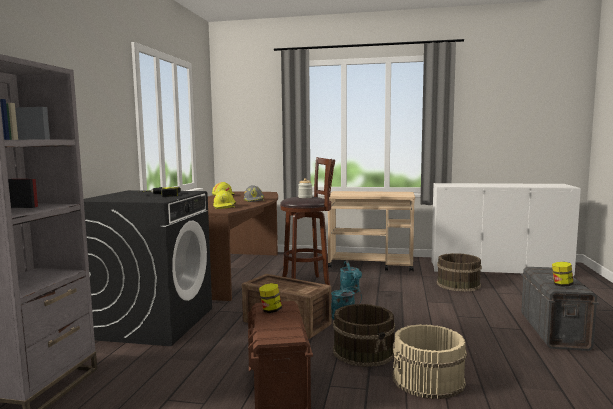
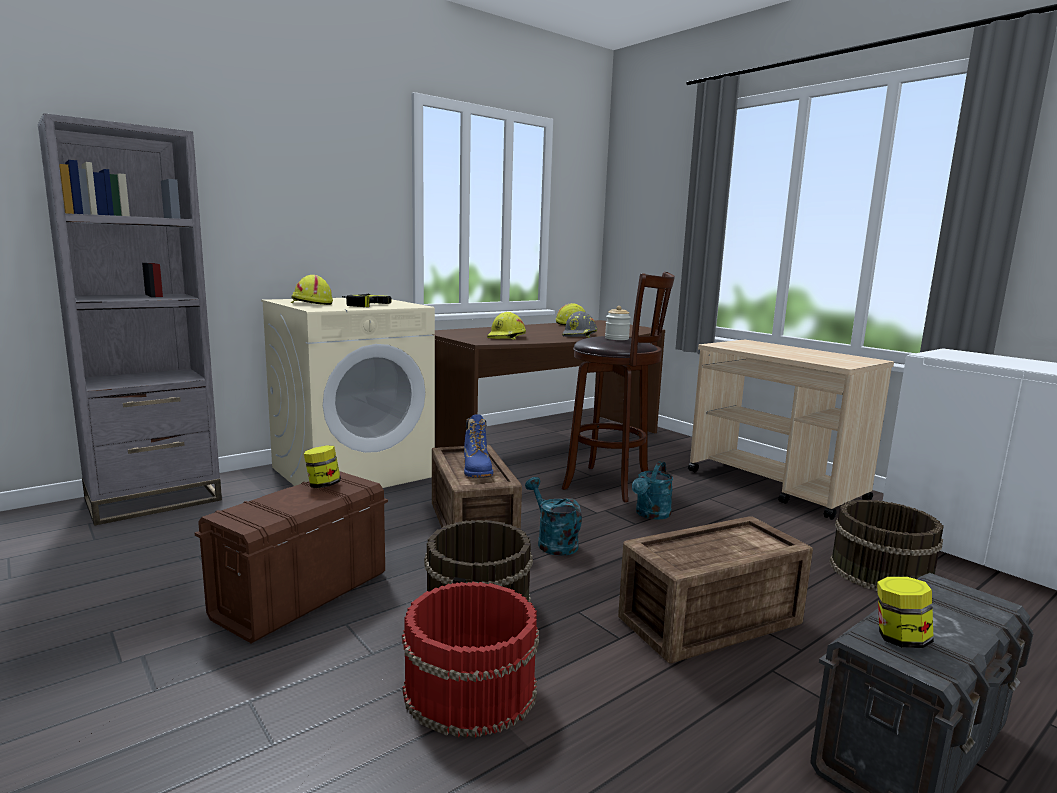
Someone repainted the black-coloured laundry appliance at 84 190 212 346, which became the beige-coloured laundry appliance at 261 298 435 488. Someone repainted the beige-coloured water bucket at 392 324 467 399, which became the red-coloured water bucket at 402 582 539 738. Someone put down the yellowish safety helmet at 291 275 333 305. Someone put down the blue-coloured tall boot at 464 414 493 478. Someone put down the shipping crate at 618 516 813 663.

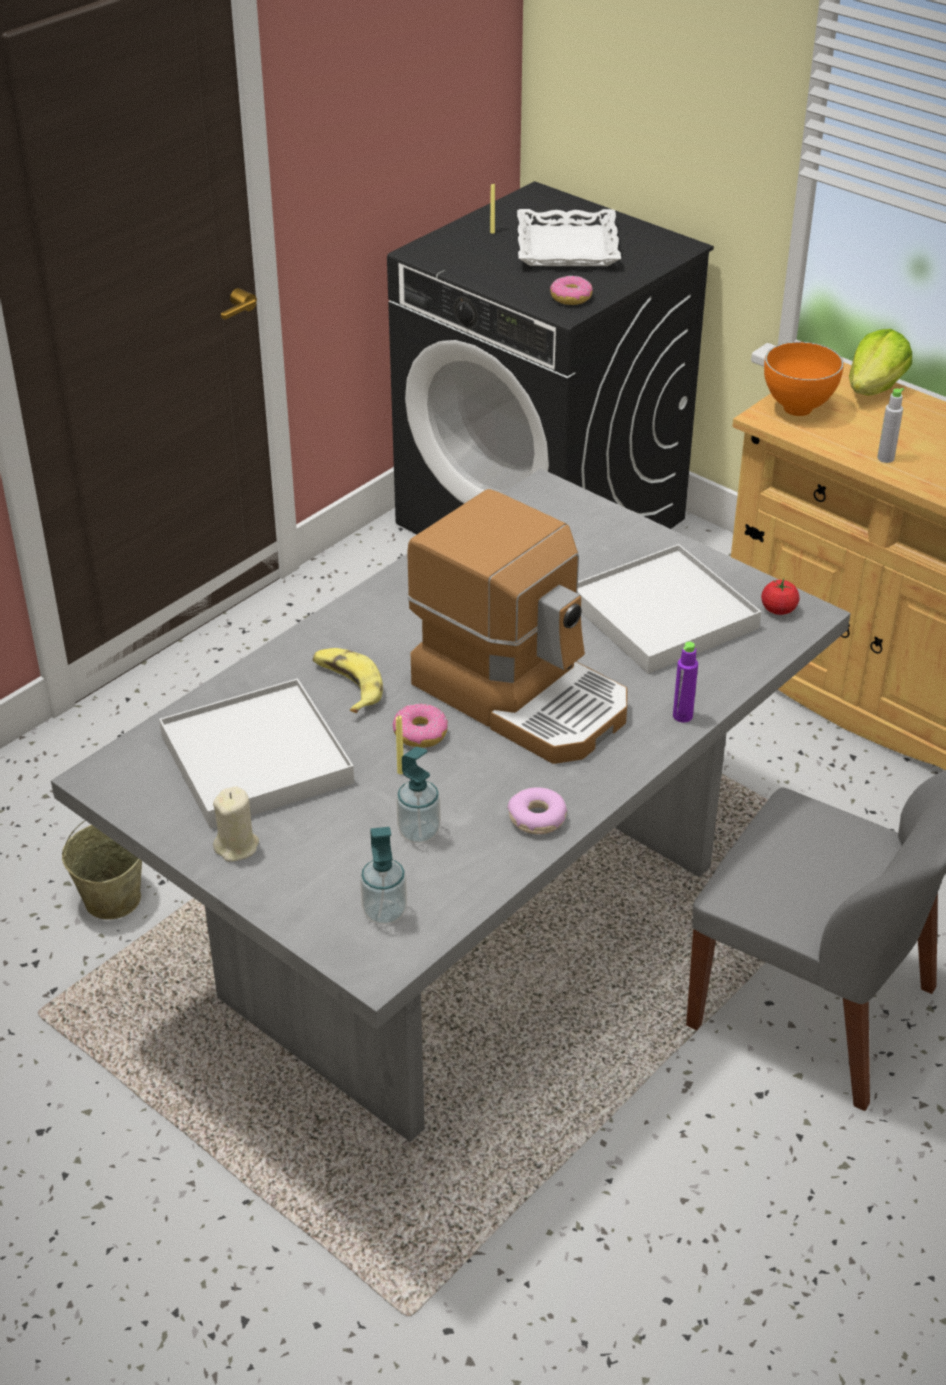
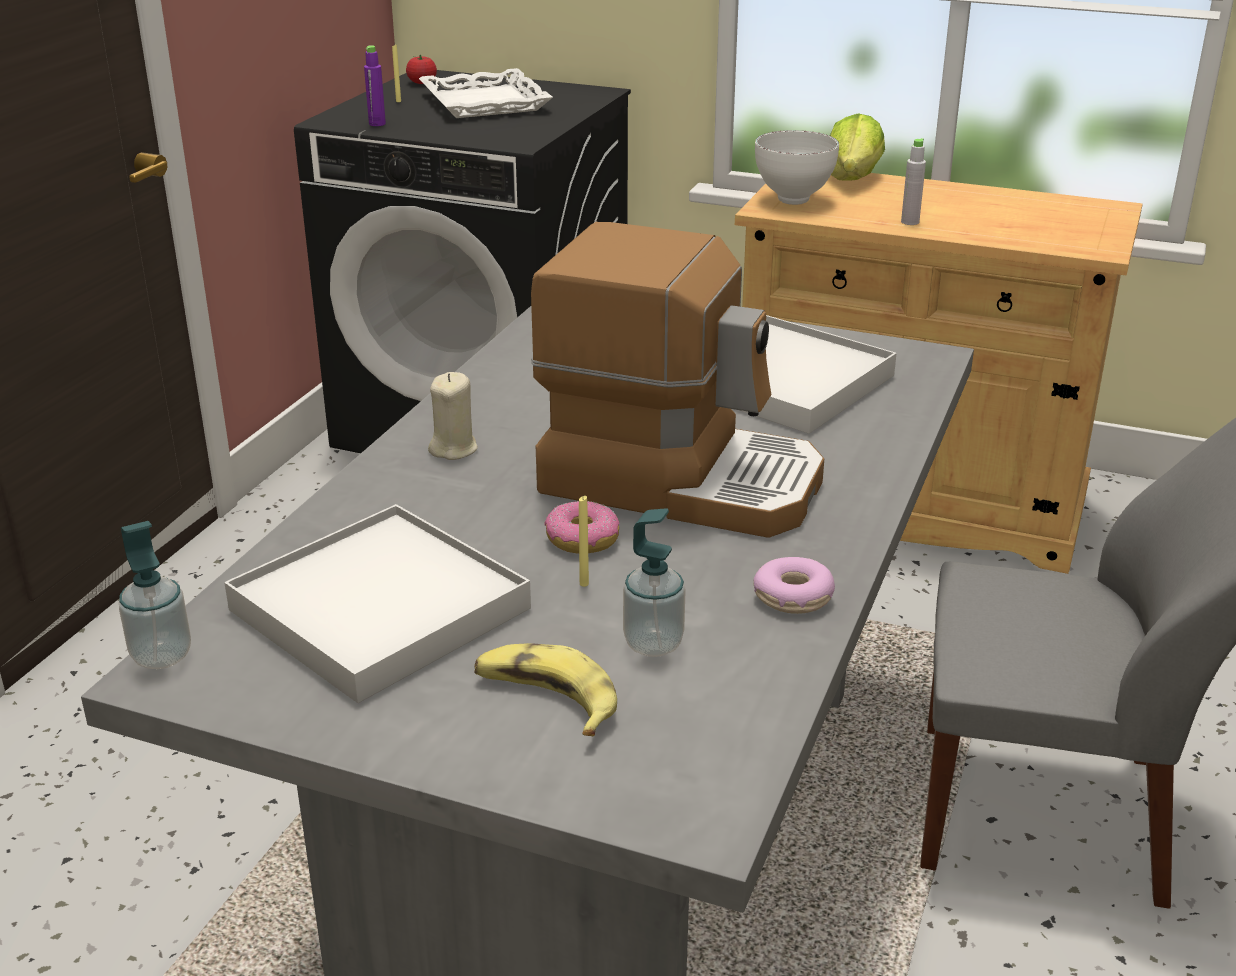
Someone took away the donut at 550 276 593 305. Someone repainted the orange bowl at 764 342 844 416, which became the whitish bowl at 755 130 839 205. Someone carried the tomato from 761 579 799 615 to 406 55 437 84. Someone carried the purplish bottle from 673 642 698 722 to 364 45 386 126. Someone carried the banana fruit from 313 648 383 713 to 474 643 617 736. Someone carried the beige-coloured wax candle from 213 786 259 862 to 428 372 478 460. Someone took away the beige-coloured water bucket at 62 820 142 920. Someone carried the liquid soap bottle from 360 827 407 924 to 119 521 191 669.

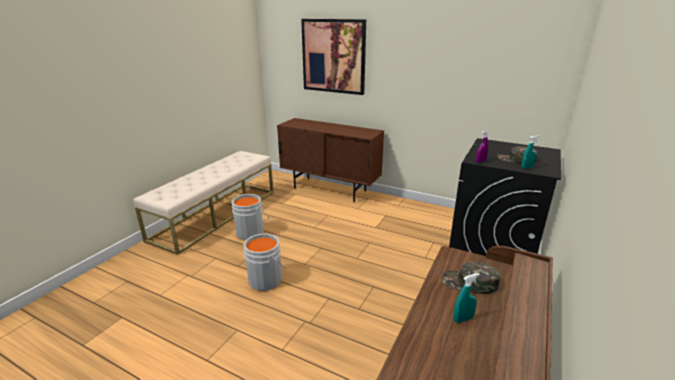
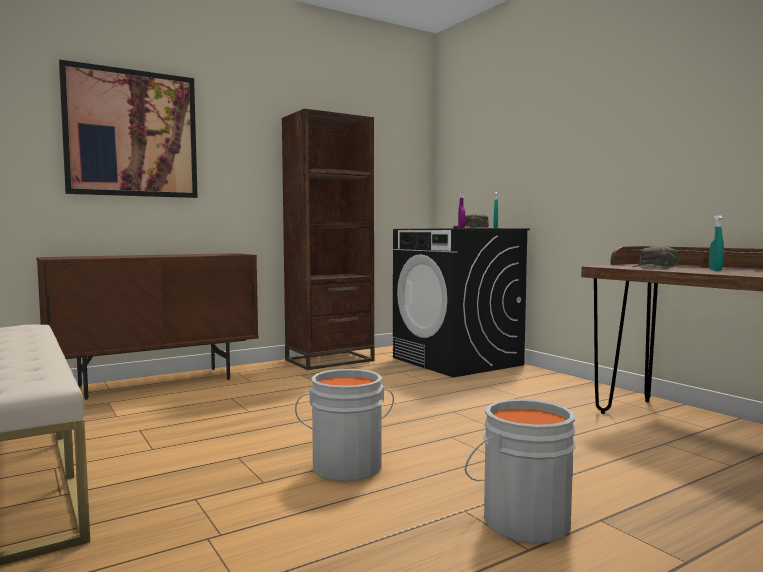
Someone carried the gray water bucket from 232 194 269 240 to 465 399 576 544. Someone put down the brown-coloured bookcase at 282 109 375 370.

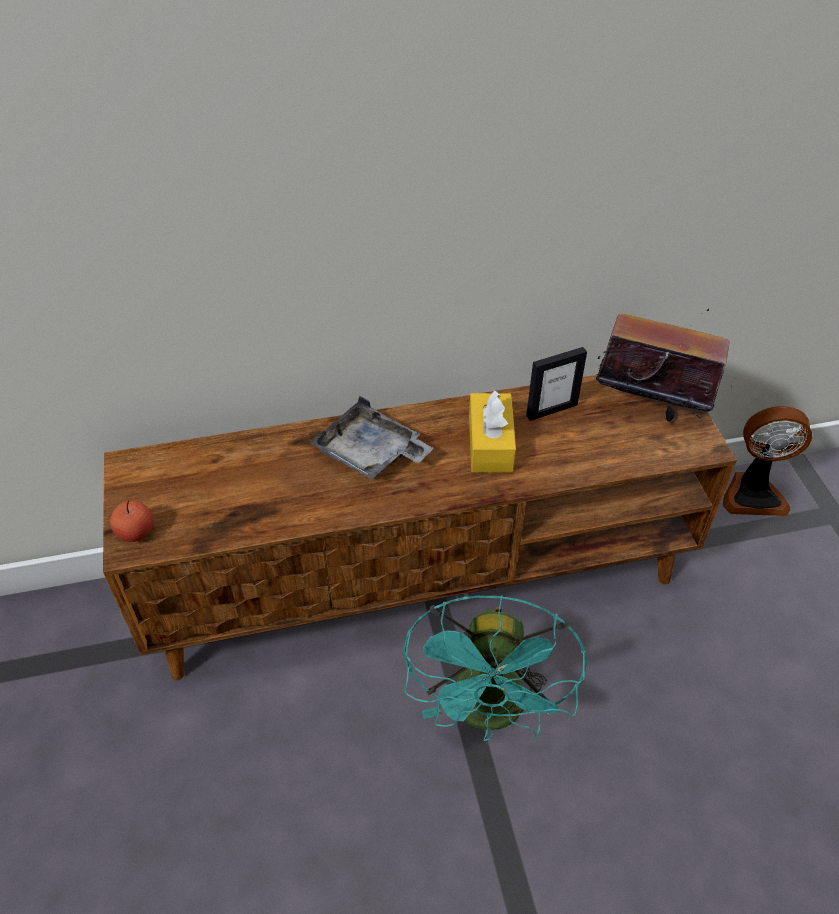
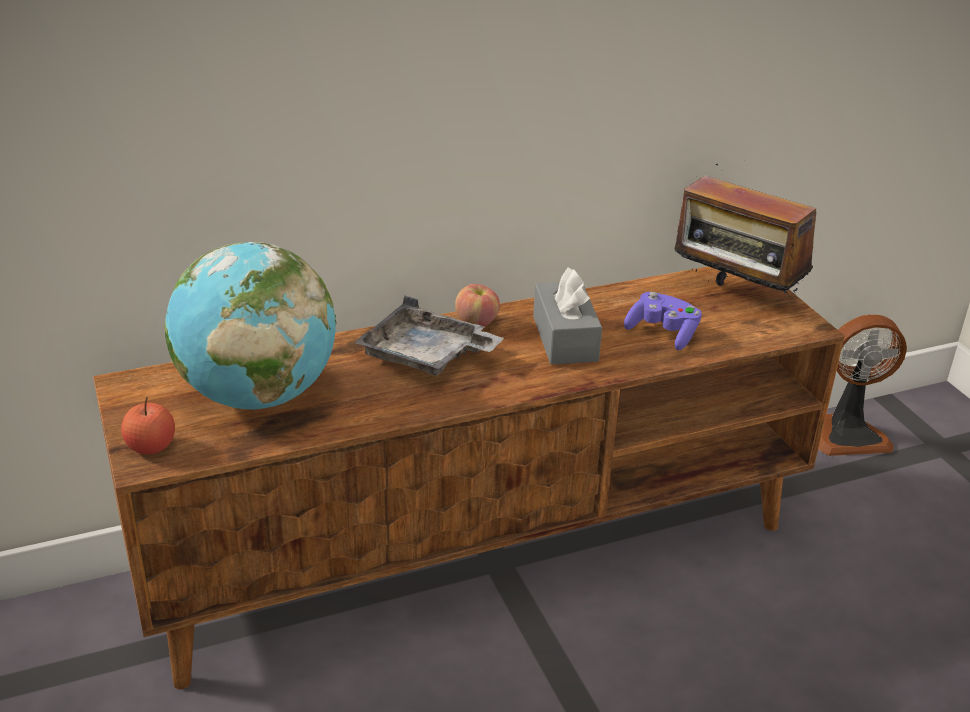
Someone rotated the radio receiver at 596 309 735 422 by 150 degrees counterclockwise. Someone took away the photo frame at 526 347 587 421. Someone repainted the yellowish box of tissues at 469 390 516 472, which became the gray box of tissues at 533 267 602 365. Someone took away the turquoise cooling fan at 404 595 587 741. Someone put down the globe at 165 242 337 409. Someone put down the apple fruit at 455 284 500 327. Someone put down the purplish gamepad at 624 292 702 350.

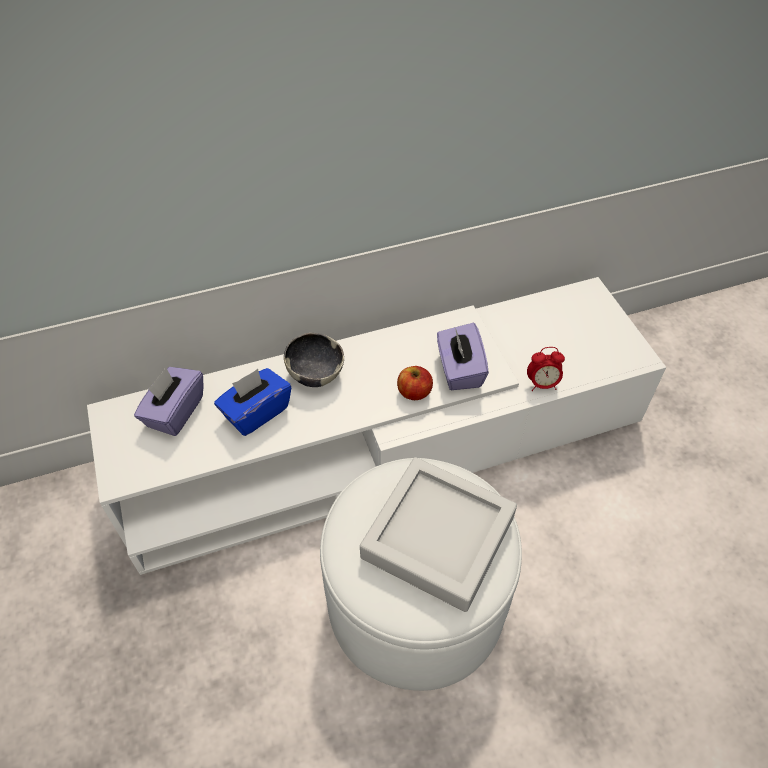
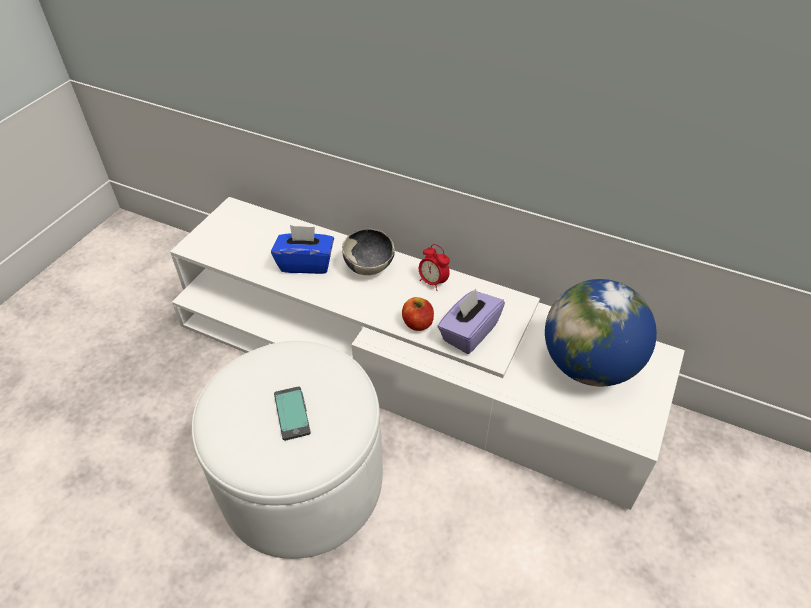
Someone carried the table clock from 527 347 565 391 to 419 244 450 291. Someone took away the purplish box of tissues at 134 367 204 436. Someone swapped the gray carrying tray at 360 457 517 612 for the phone at 274 386 311 441. Someone put down the globe at 545 279 657 386.

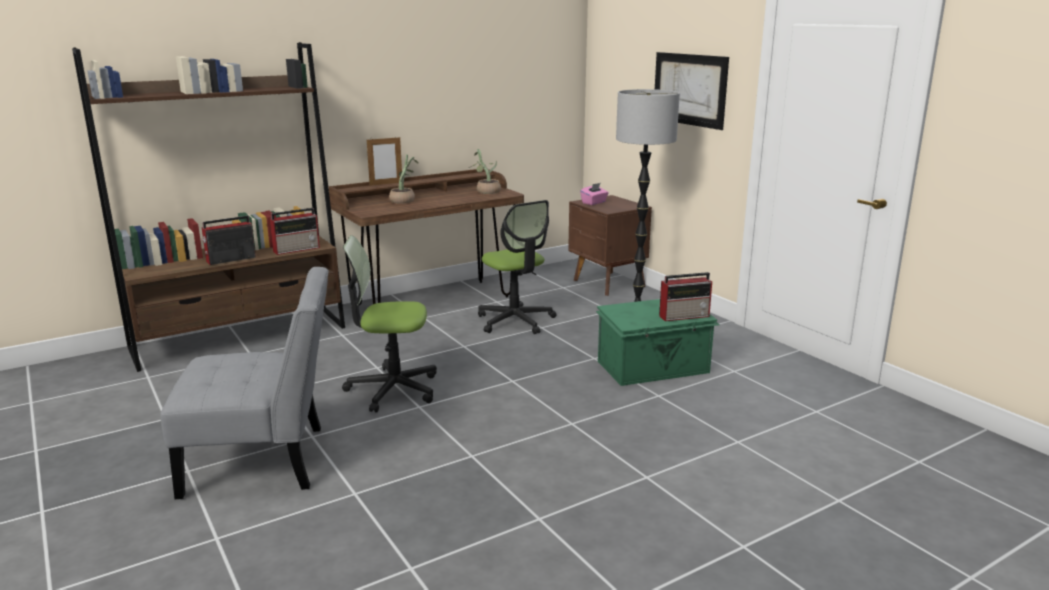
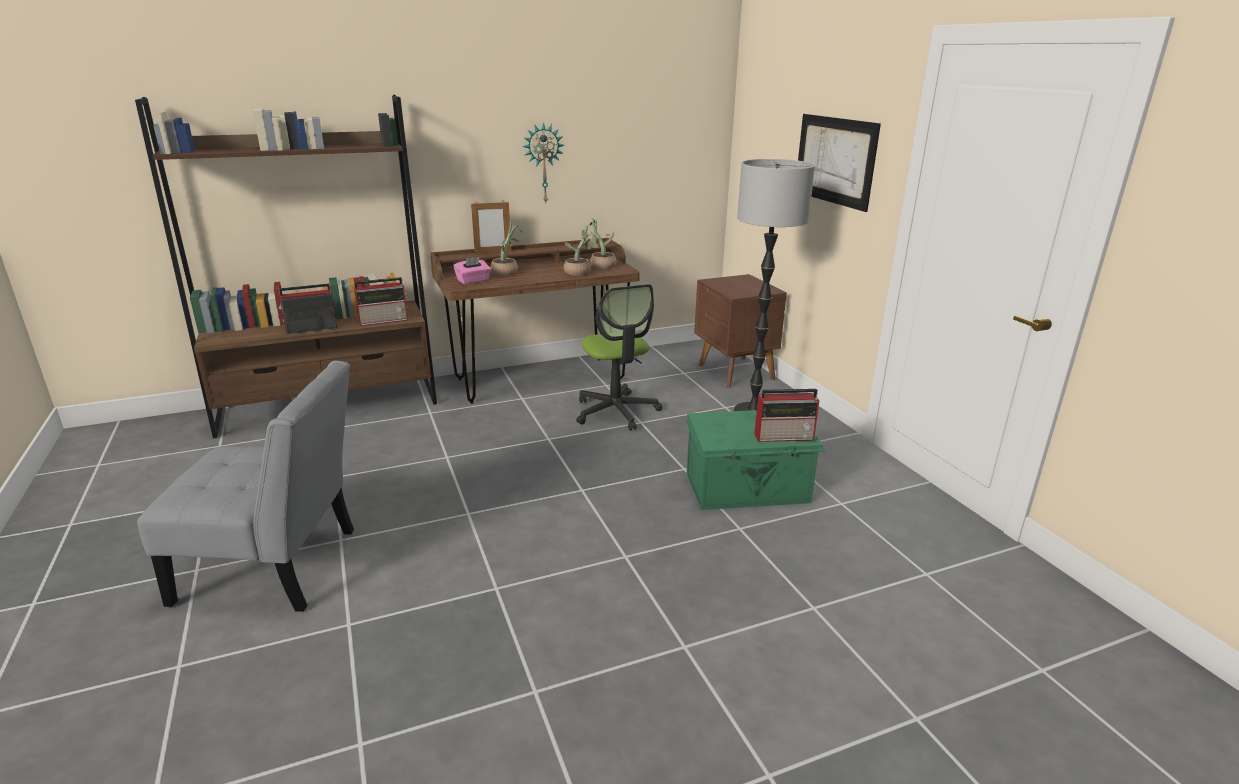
Someone carried the pink box of tissues from 580 183 609 205 to 453 257 491 284. Someone took away the office chair at 342 235 437 412. Someone put up the wall clock at 523 122 564 204. Someone put down the plant in a pot at 564 225 599 276.

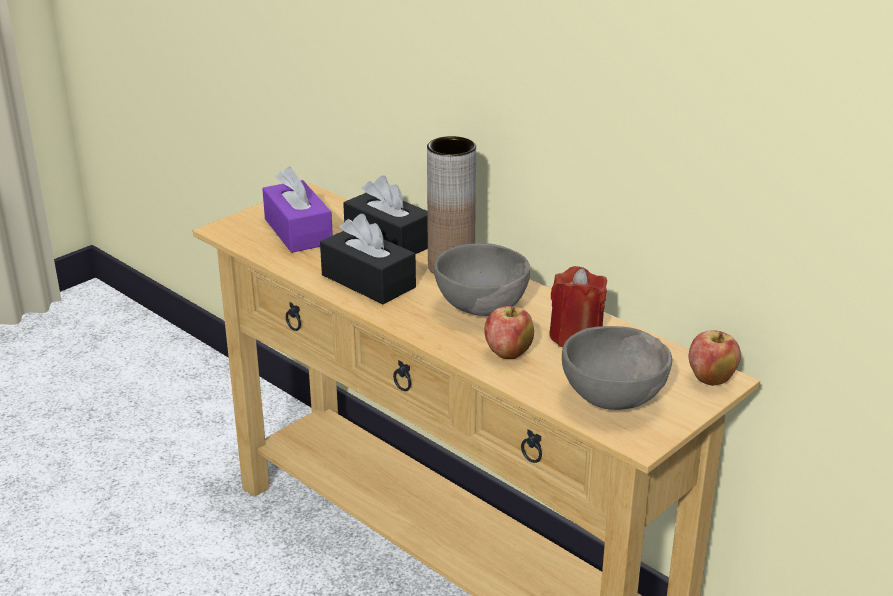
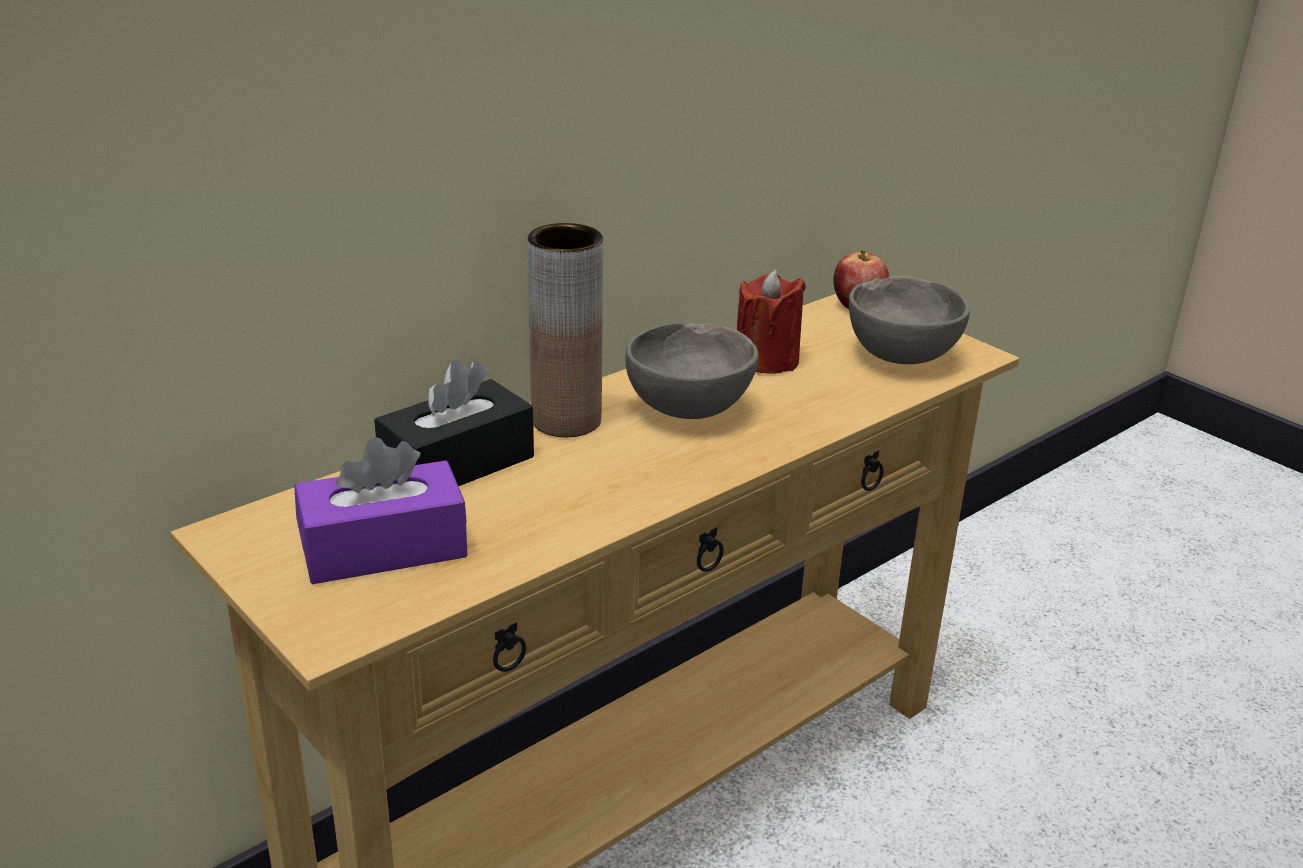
Someone took away the black-coloured box of tissues at 320 214 416 304. Someone took away the apple fruit at 484 306 534 359.

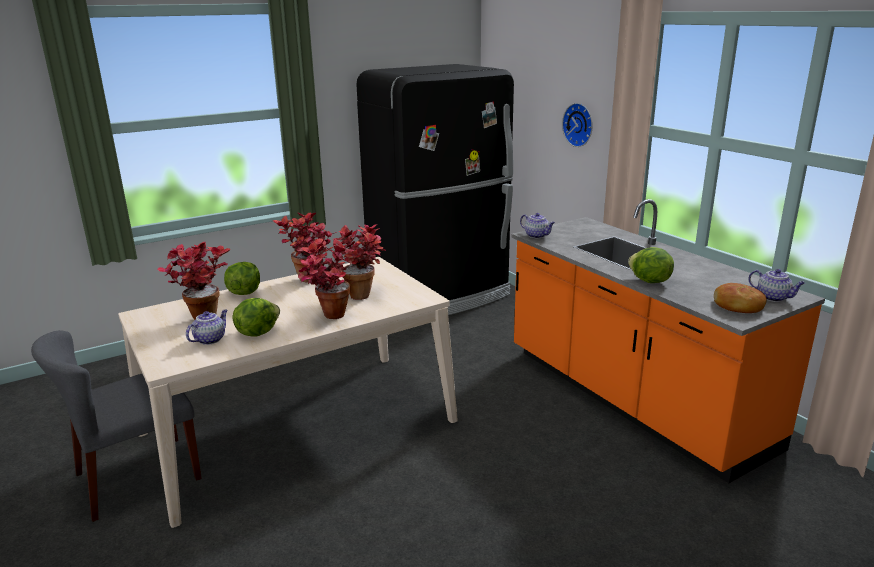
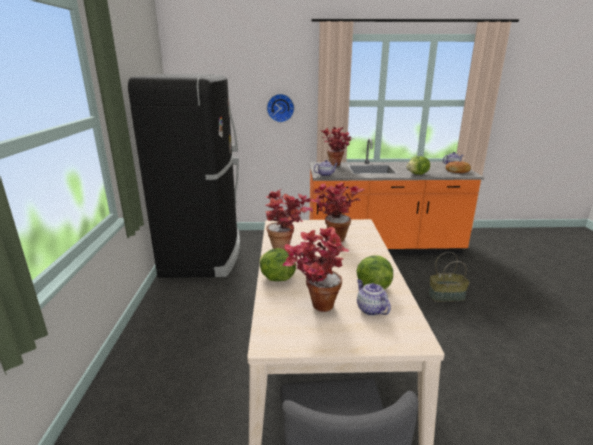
Someone carried the plant in a pot from 298 238 355 319 to 320 127 351 166. Someone put down the storage basket at 428 252 470 302.

